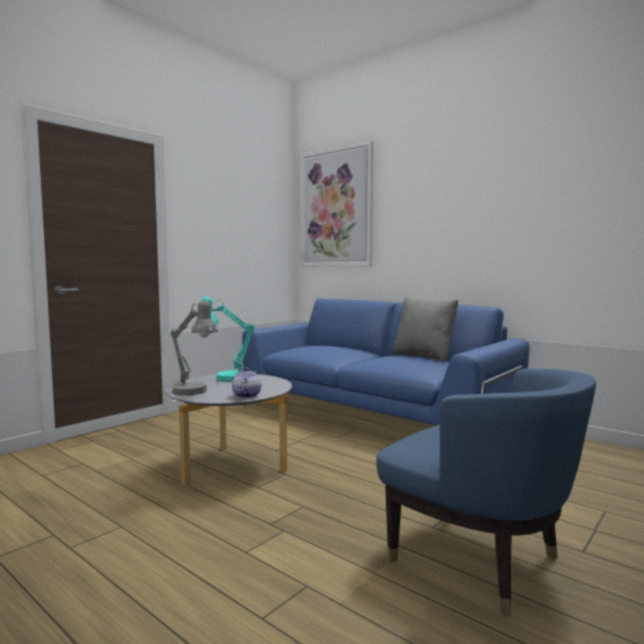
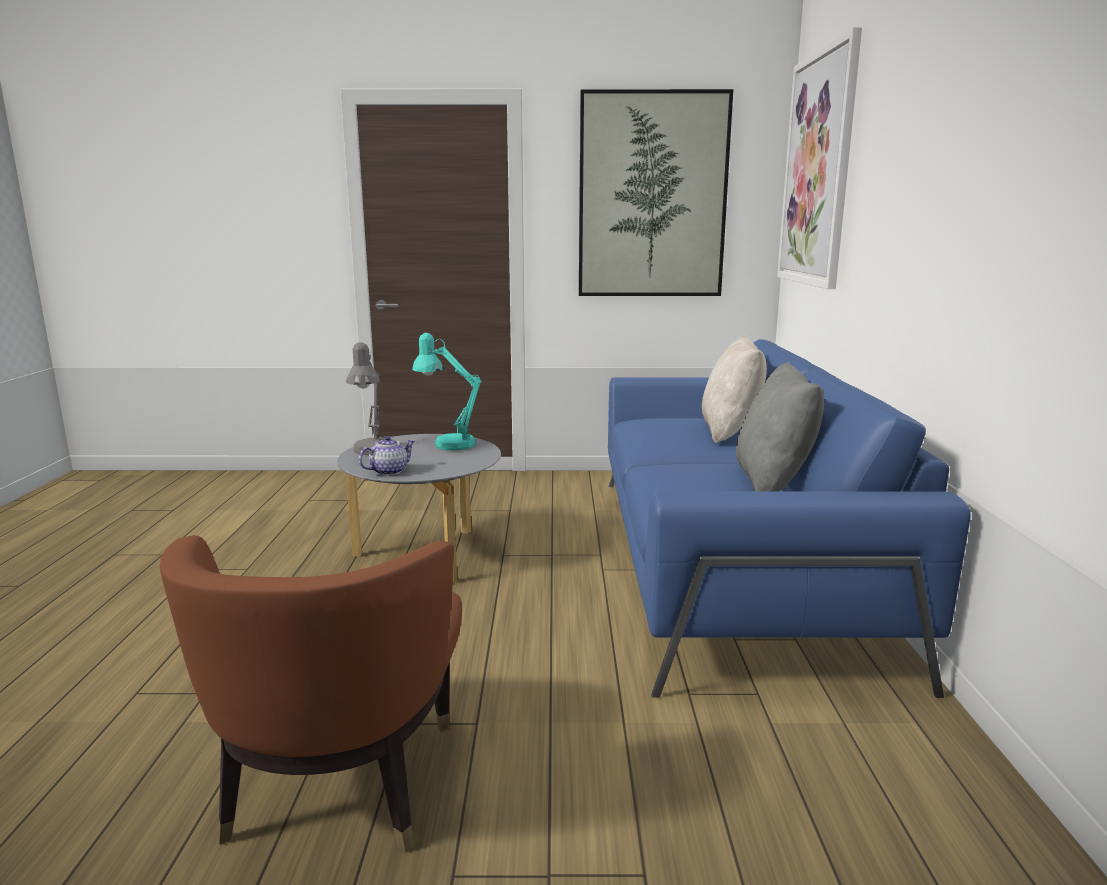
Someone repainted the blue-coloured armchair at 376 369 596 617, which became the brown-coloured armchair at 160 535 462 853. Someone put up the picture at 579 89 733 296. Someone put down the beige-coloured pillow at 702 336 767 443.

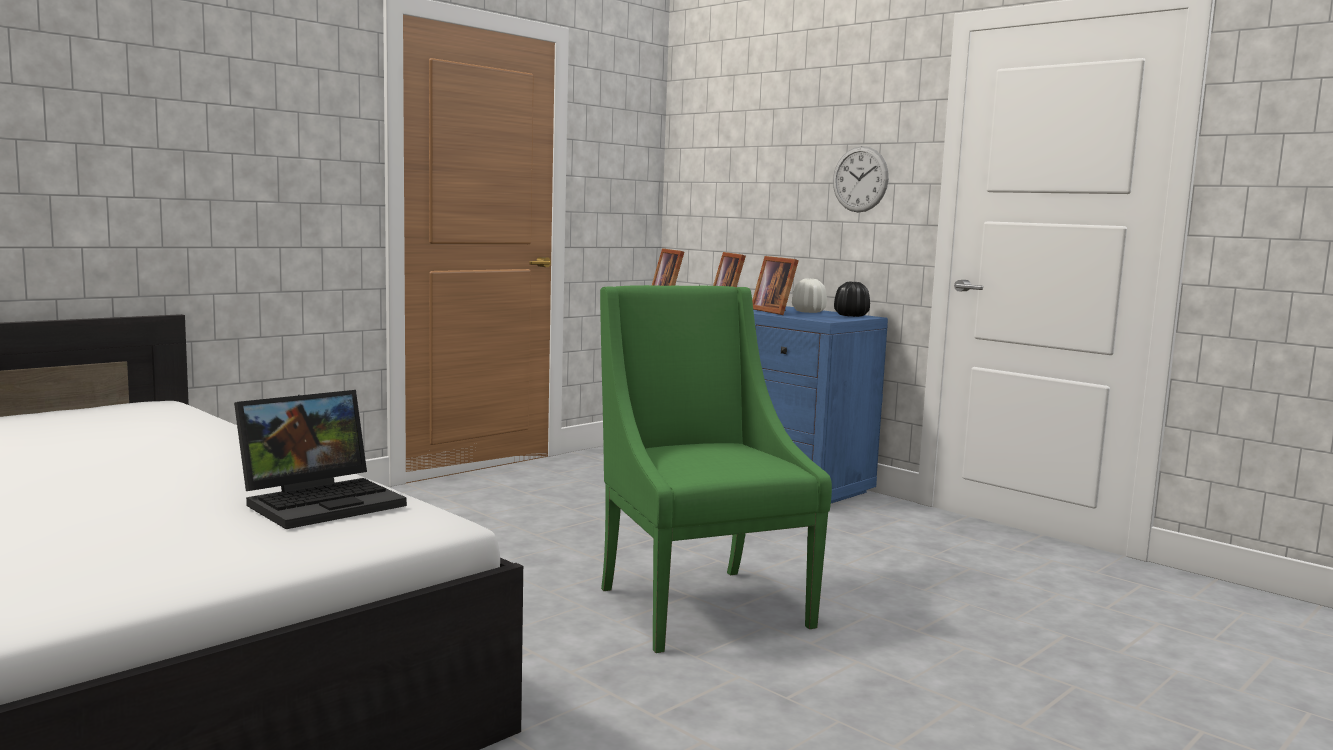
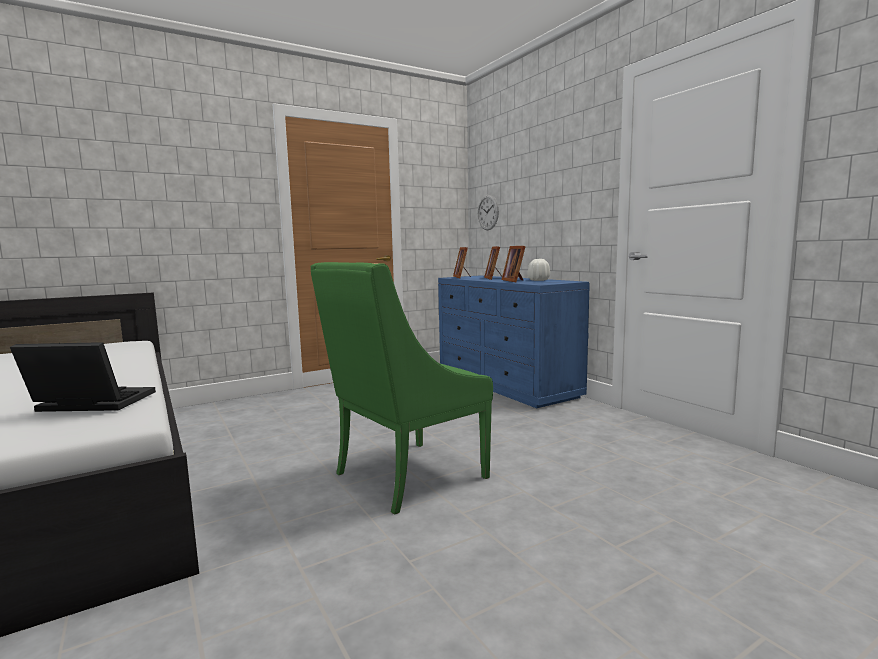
Someone carried the wall clock from 833 146 889 212 to 478 195 499 230. Someone took away the black-coloured decorative vase at 834 282 870 317. Someone rotated the green-coloured armchair at 600 285 832 653 by 120 degrees counterclockwise. Someone rotated the notebook computer at 234 390 407 529 by 150 degrees counterclockwise.

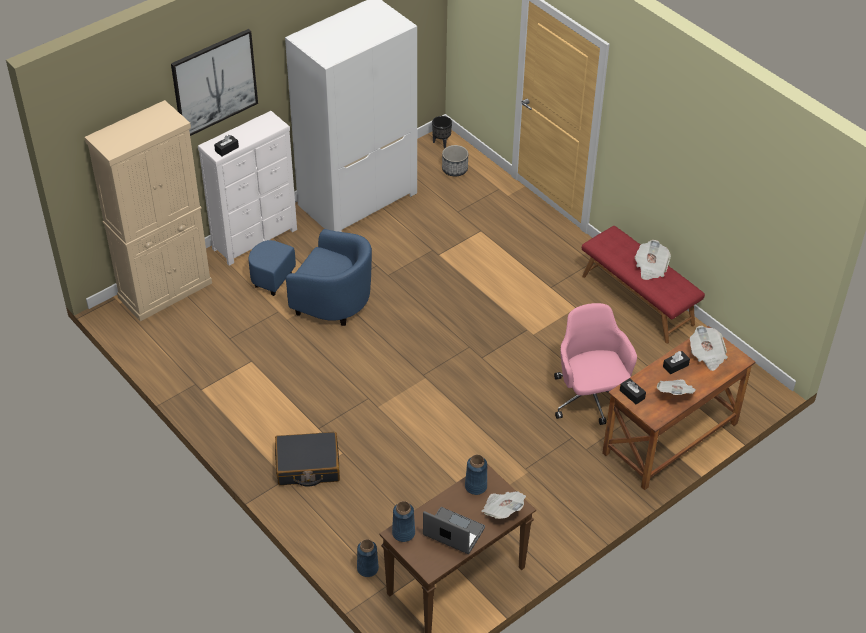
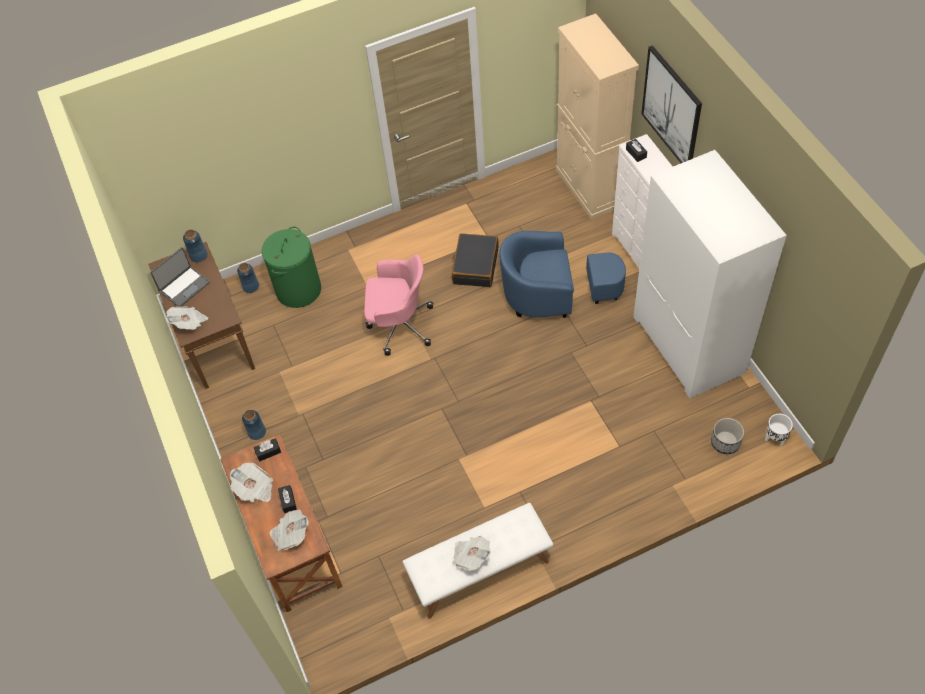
Someone repainted the black-coloured plant pot at 432 116 452 148, which became the whitish plant pot at 765 414 793 446. Someone repainted the red-coloured indoor bench at 582 226 705 343, which became the whitish indoor bench at 403 503 553 619. Someone rotated the blue-coloured armchair at 249 229 372 326 by 45 degrees clockwise. Someone carried the pink office chair from 554 303 637 425 to 364 254 433 356. Someone carried the black-coloured travel case from 275 432 340 487 to 452 233 499 287. Someone carried the blue-coloured decorative vase from 465 454 487 495 to 242 410 266 440. Someone put down the green-coloured laundry basket at 262 226 321 308.

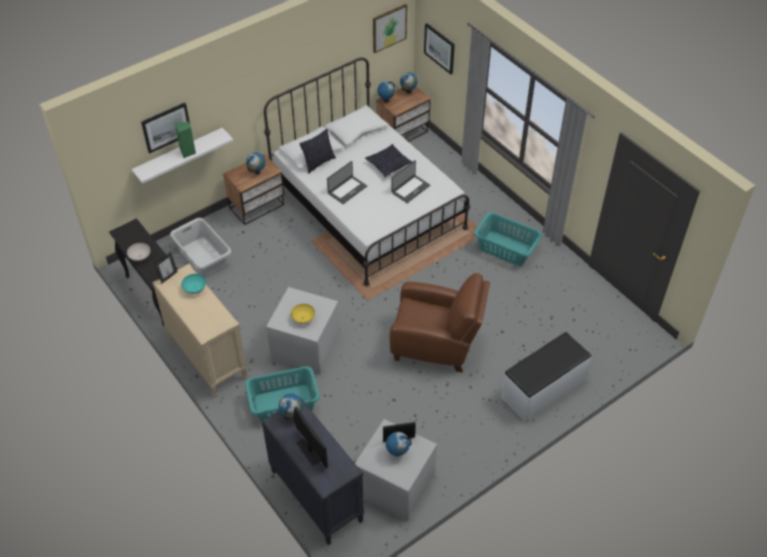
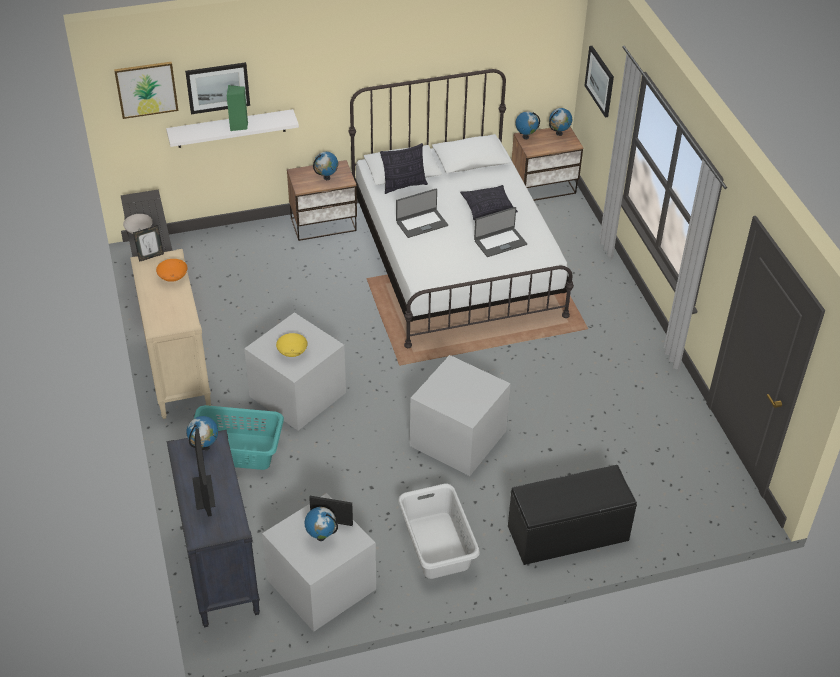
Someone carried the picture from 373 4 407 53 to 114 62 179 119. Someone took away the turquoise laundry basket at 474 212 542 266. Someone carried the gray laundry basket from 170 218 231 277 to 398 484 480 579. Someone swapped the brown-coloured armchair at 390 273 490 373 for the gray storage bin at 410 355 511 476. Someone repainted the turquoise bowl at 181 274 206 294, which became the orange bowl at 156 259 188 282. Someone repainted the whitish indoor bench at 501 332 591 422, which became the black-coloured indoor bench at 508 465 637 565.

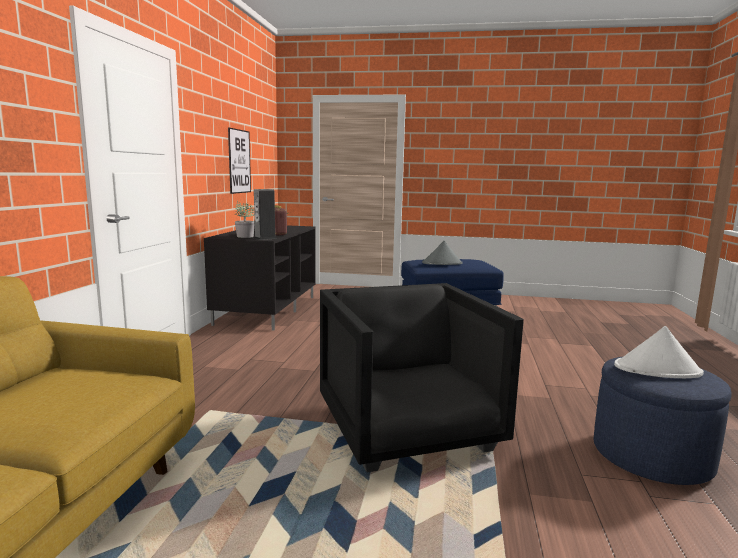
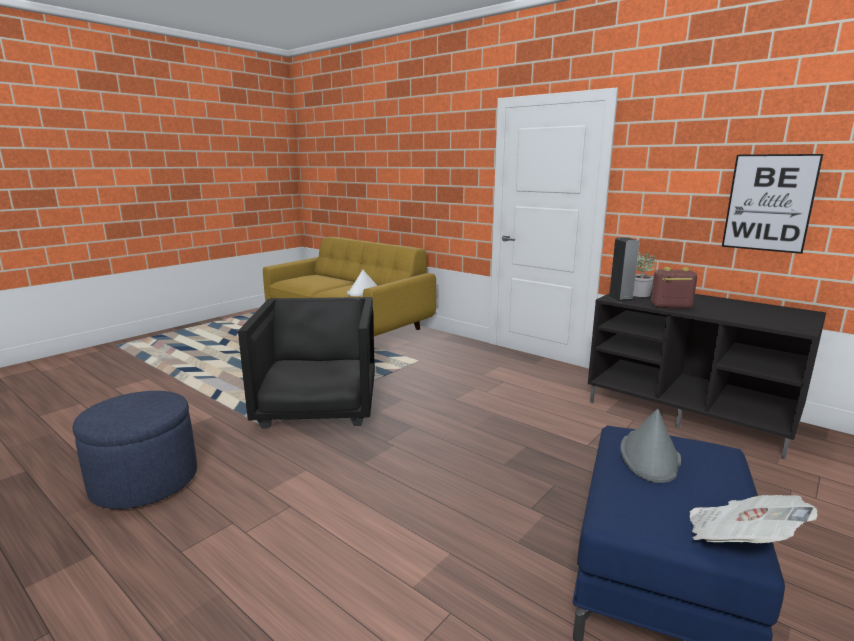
Someone rotated the black-coloured armchair at 320 283 524 472 by 105 degrees counterclockwise. Someone carried the whitish wearable hat from 614 326 704 378 to 347 270 378 296. Someone put down the daily paper at 690 495 818 543.

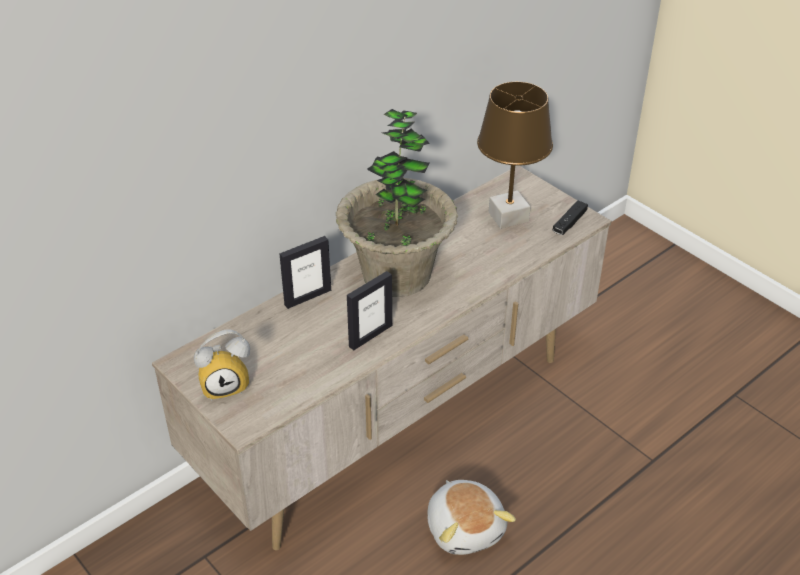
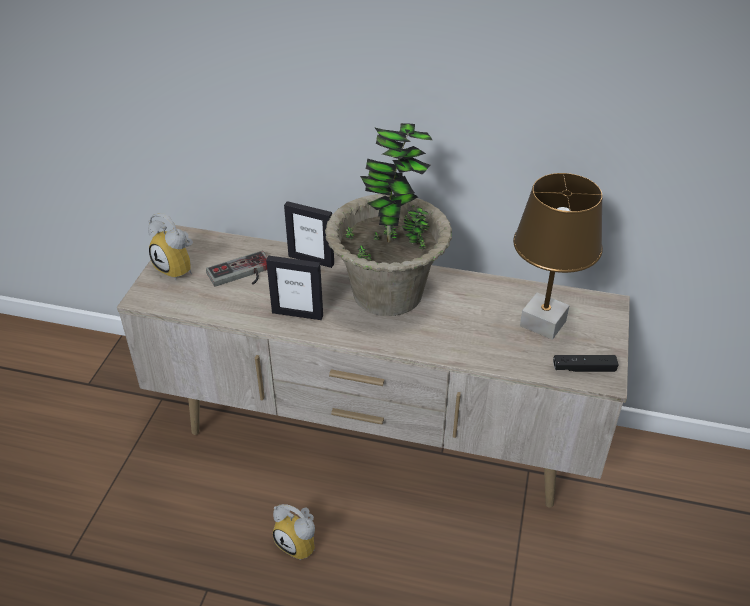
Someone swapped the plush toy at 427 480 516 555 for the table clock at 273 504 315 560. Someone put down the gamepad at 206 250 267 287.

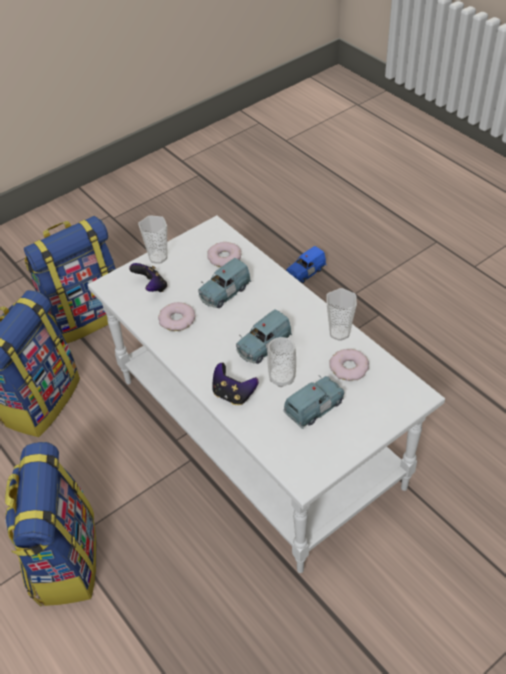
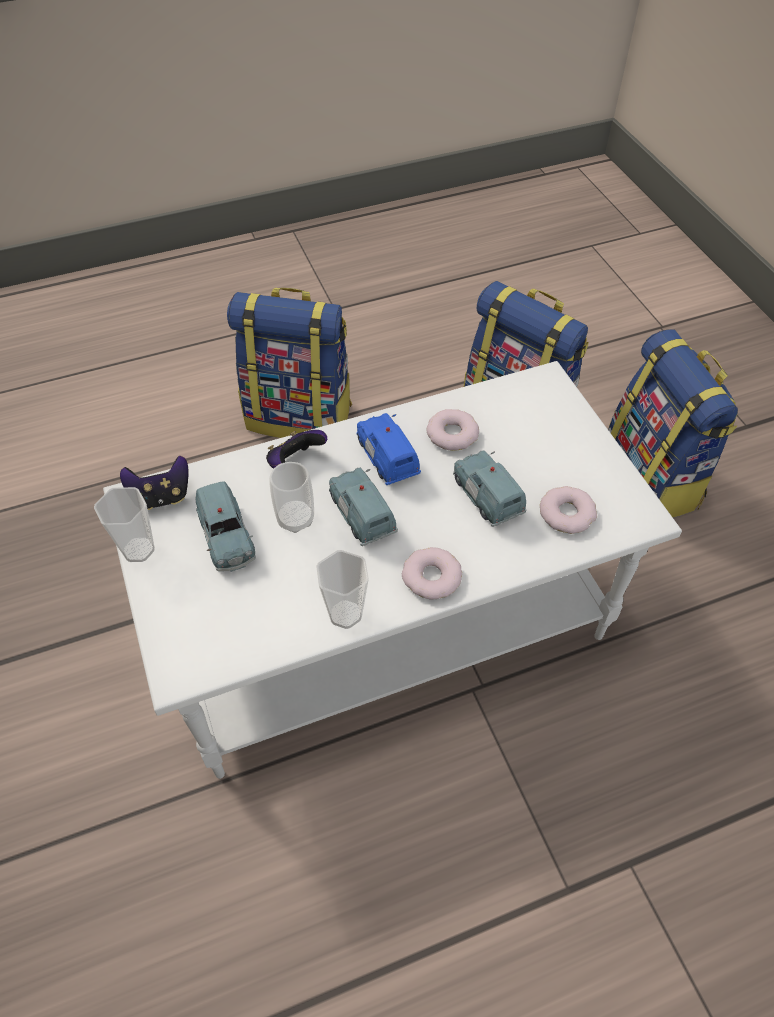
Someone carried the small cup from 138 215 167 264 to 94 487 155 562. Someone carried the blue-coloured miniature car from 286 246 326 284 to 356 413 421 485. Someone carried the gamepad from 129 263 167 292 to 120 456 188 510. Someone carried the donut from 329 349 369 381 to 402 547 462 599.

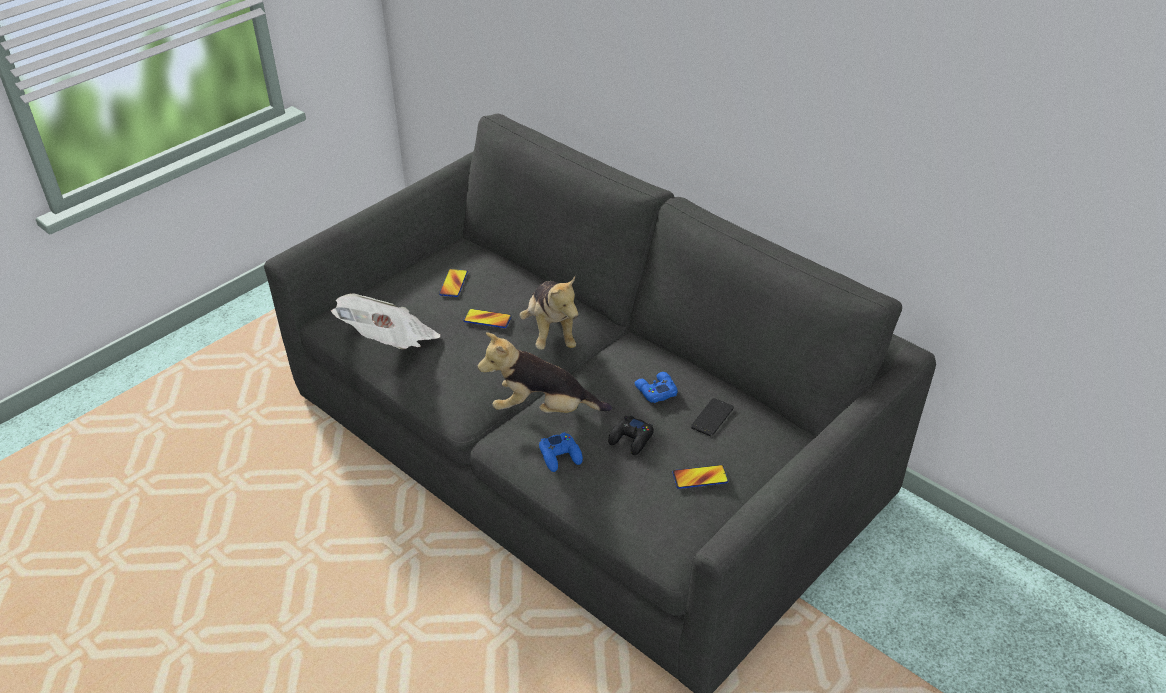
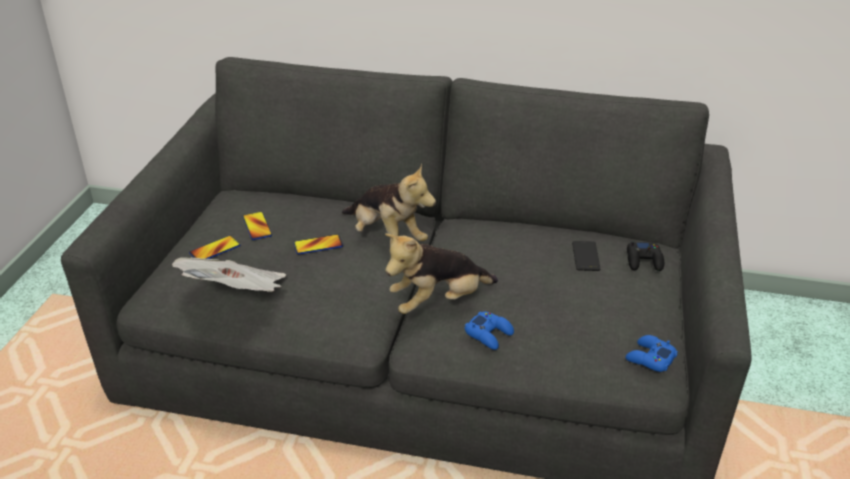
Someone carried the blue-coloured gamepad from 635 372 678 403 to 625 335 678 372. Someone carried the black-coloured gamepad from 608 416 654 455 to 627 242 664 271. Someone carried the phone from 672 465 729 489 to 189 235 240 259.

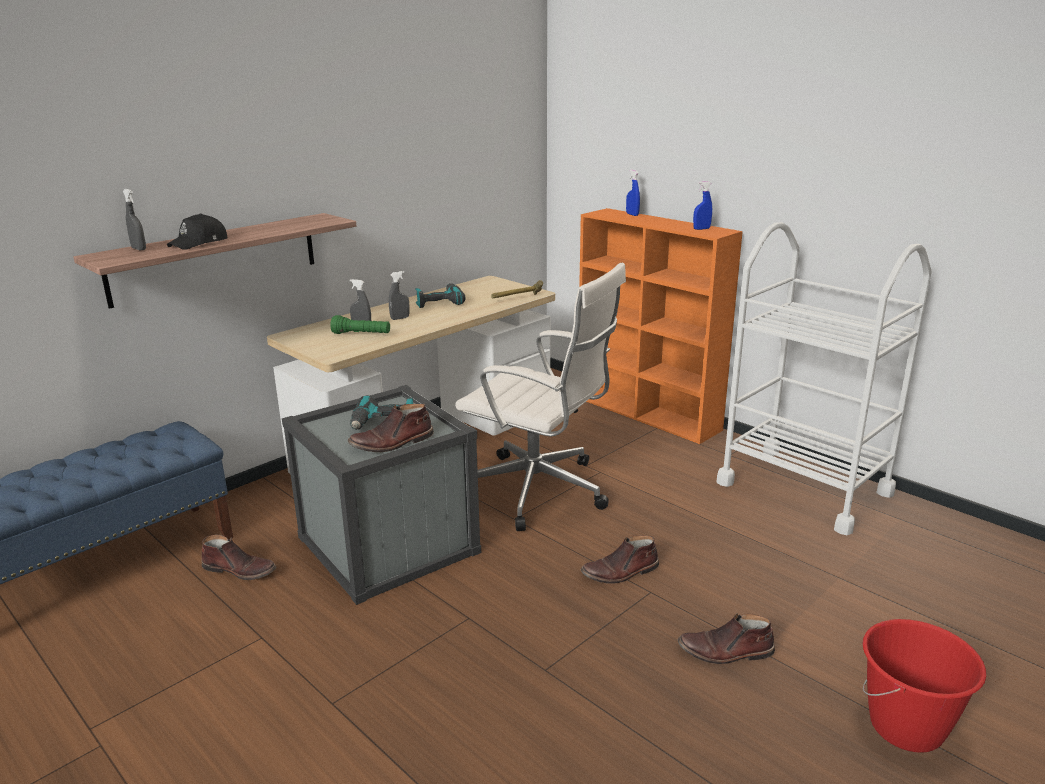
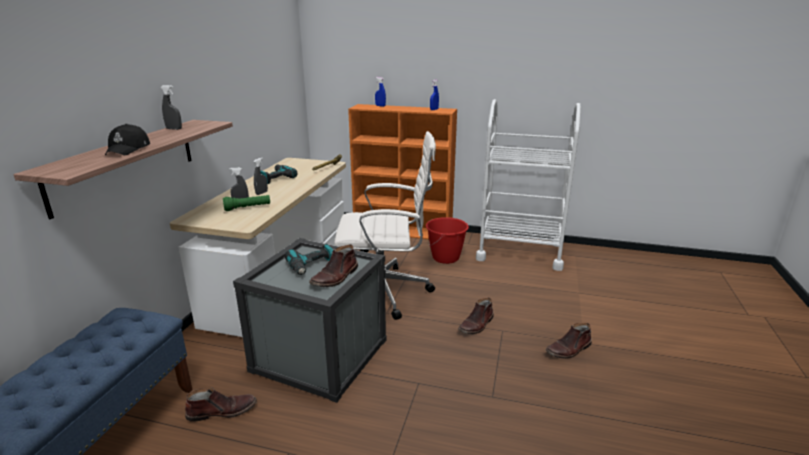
Someone carried the gray sprayer from 123 189 146 251 to 161 85 182 130. Someone carried the red-coloured water bucket from 863 619 986 753 to 426 217 469 264.

